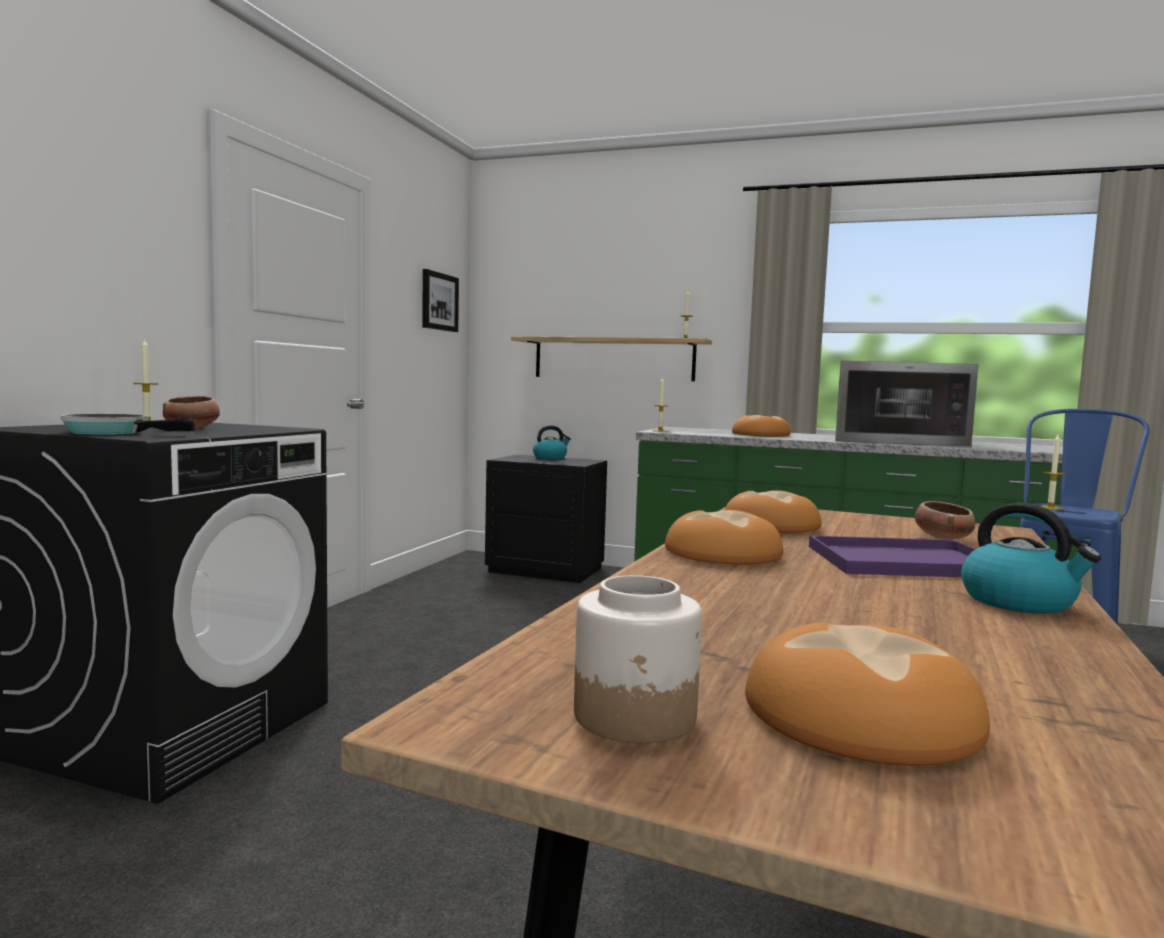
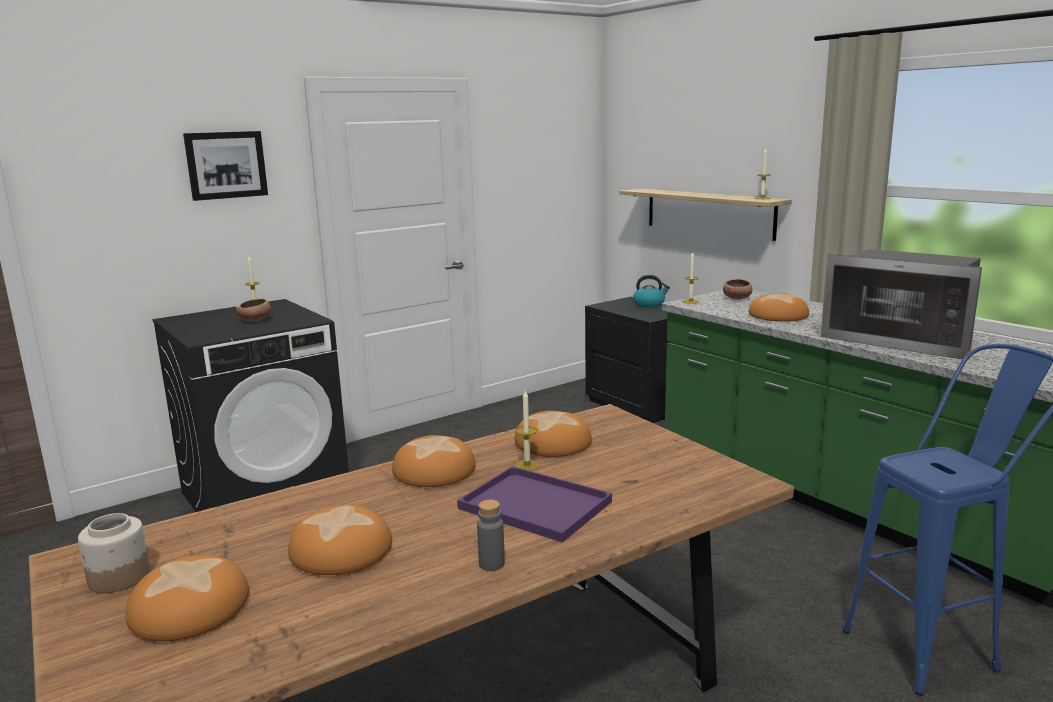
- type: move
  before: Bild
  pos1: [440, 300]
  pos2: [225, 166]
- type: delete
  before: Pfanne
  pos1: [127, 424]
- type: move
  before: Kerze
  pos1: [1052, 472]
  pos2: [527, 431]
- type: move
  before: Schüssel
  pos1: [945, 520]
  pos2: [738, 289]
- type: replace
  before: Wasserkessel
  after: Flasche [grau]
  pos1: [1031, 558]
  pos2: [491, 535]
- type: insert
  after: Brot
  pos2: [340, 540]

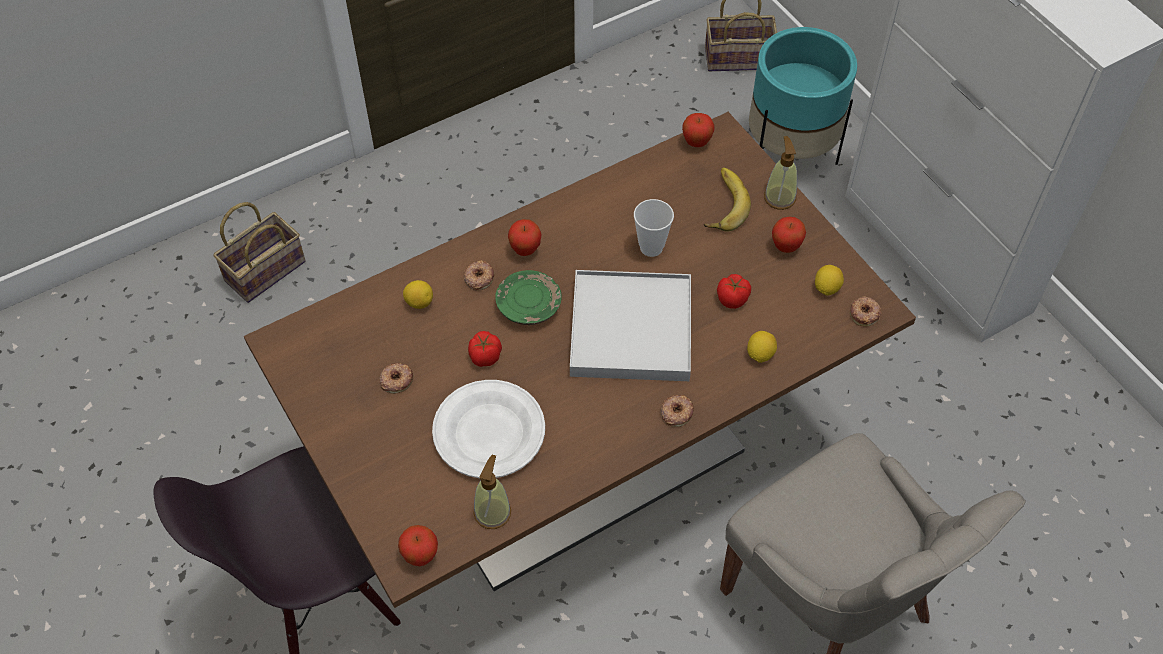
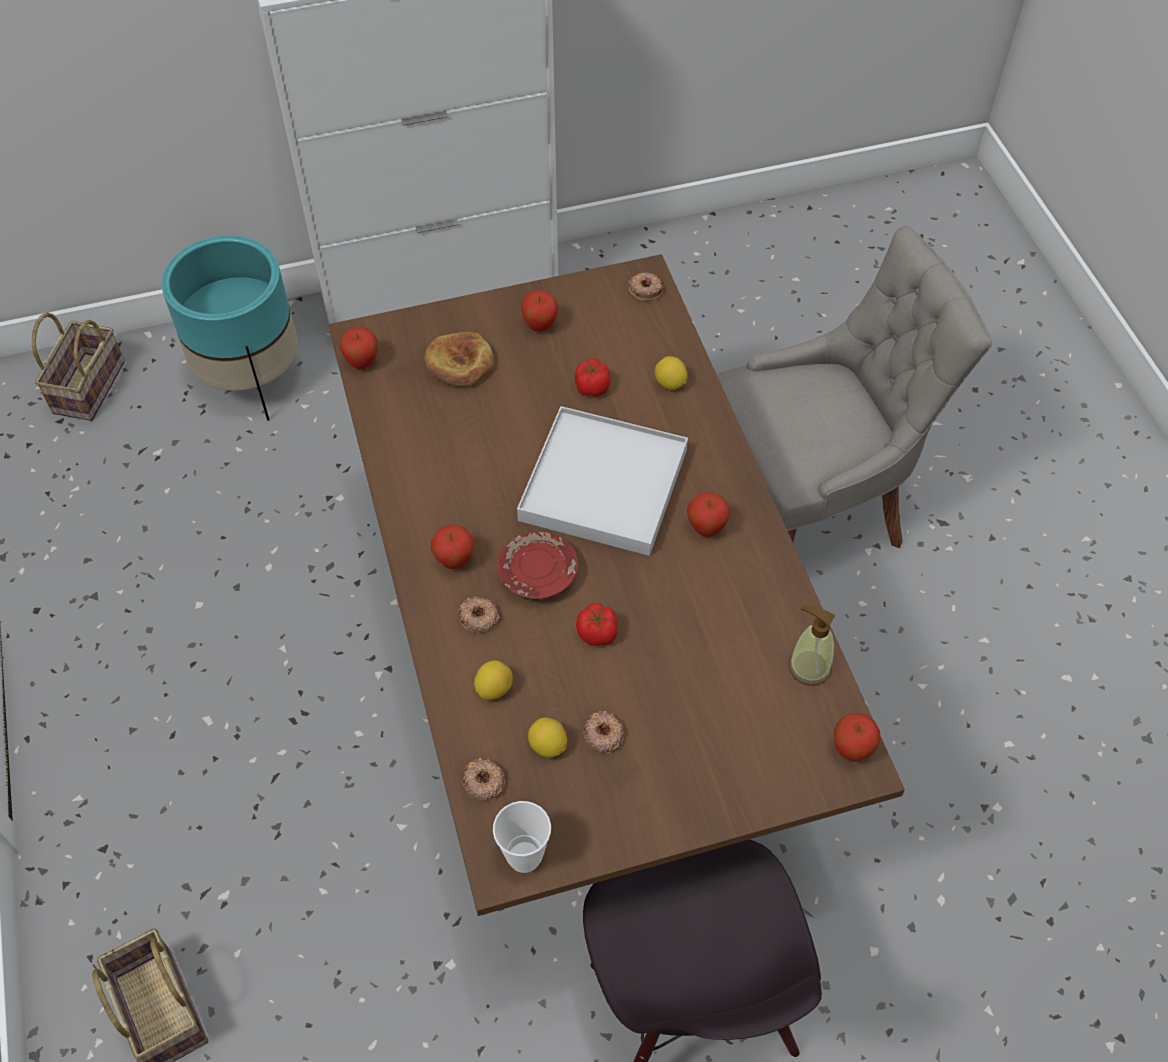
- type: delete
  before: Seifenspender
  pos1: [780, 173]
- type: replace
  before: Banane
  after: Brot
  pos1: [727, 199]
  pos2: [459, 359]
- type: move
  before: Tasse
  pos1: [654, 228]
  pos2: [522, 837]
- type: move
  before: Zitrone
  pos1: [829, 280]
  pos2: [547, 737]
- type: recolor
  before: Teller [grün]
  after: Teller [rot]
  pos1: [528, 297]
  pos2: [537, 565]
- type: delete
  before: Teller [weiß]
  pos1: [488, 429]
- type: move
  before: Donut
  pos1: [677, 411]
  pos2: [483, 779]
- type: insert
  after: Apfel
  pos2: [708, 514]

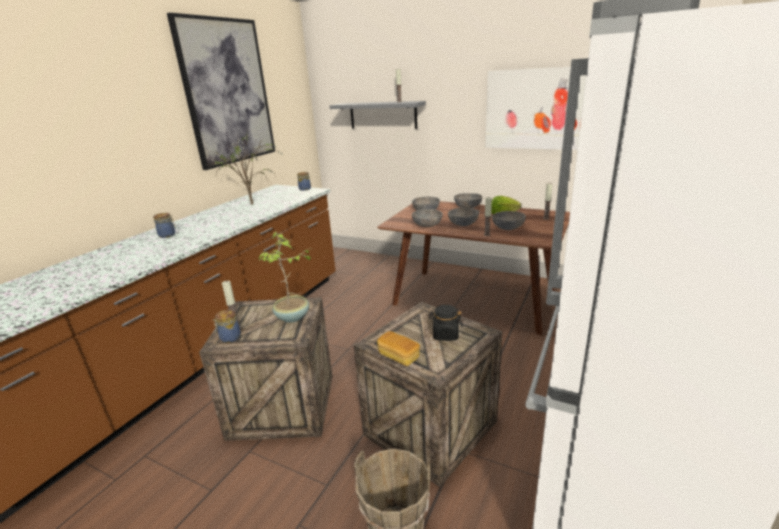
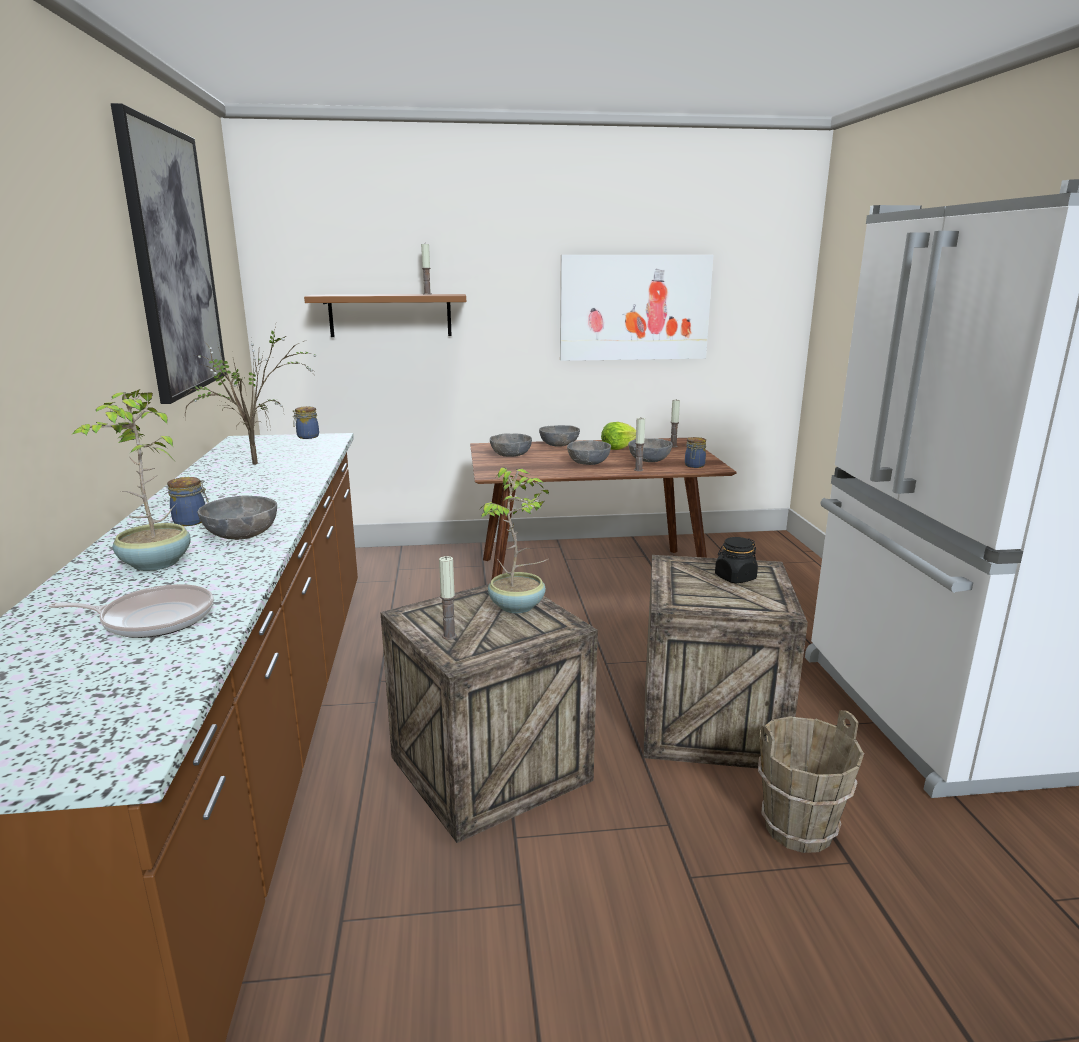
- type: recolor
  before: Wandregal [grau]
  after: Wandregal [braun]
  pos1: [378, 115]
  pos2: [385, 315]
- type: move
  before: Schüssel [grau]
  pos1: [427, 218]
  pos2: [237, 517]
- type: move
  before: Vorratsglas
  pos1: [227, 326]
  pos2: [695, 452]
- type: delete
  before: Brot
  pos1: [398, 348]
- type: insert
  after: Topfpflanze
  pos2: [131, 480]
- type: insert
  after: Pfanne
  pos2: [130, 611]

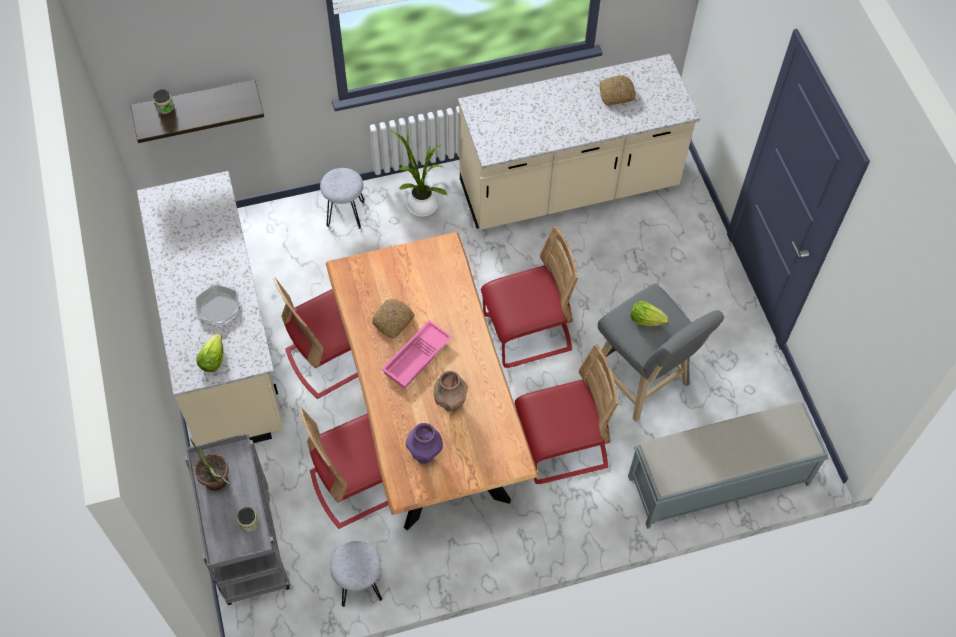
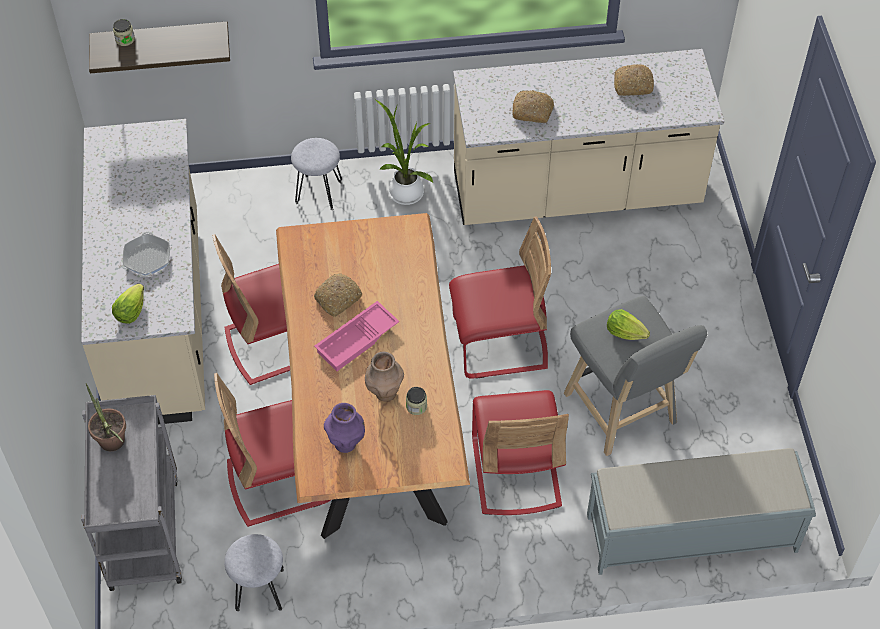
- type: rotate
  before: Stuhl [rot]
  pos1: [566, 414]
  pos2: [520, 452]
  turn: 90
- type: move
  before: Vorratsglas
  pos1: [248, 519]
  pos2: [416, 401]
- type: insert
  after: Brot
  pos2: [533, 106]

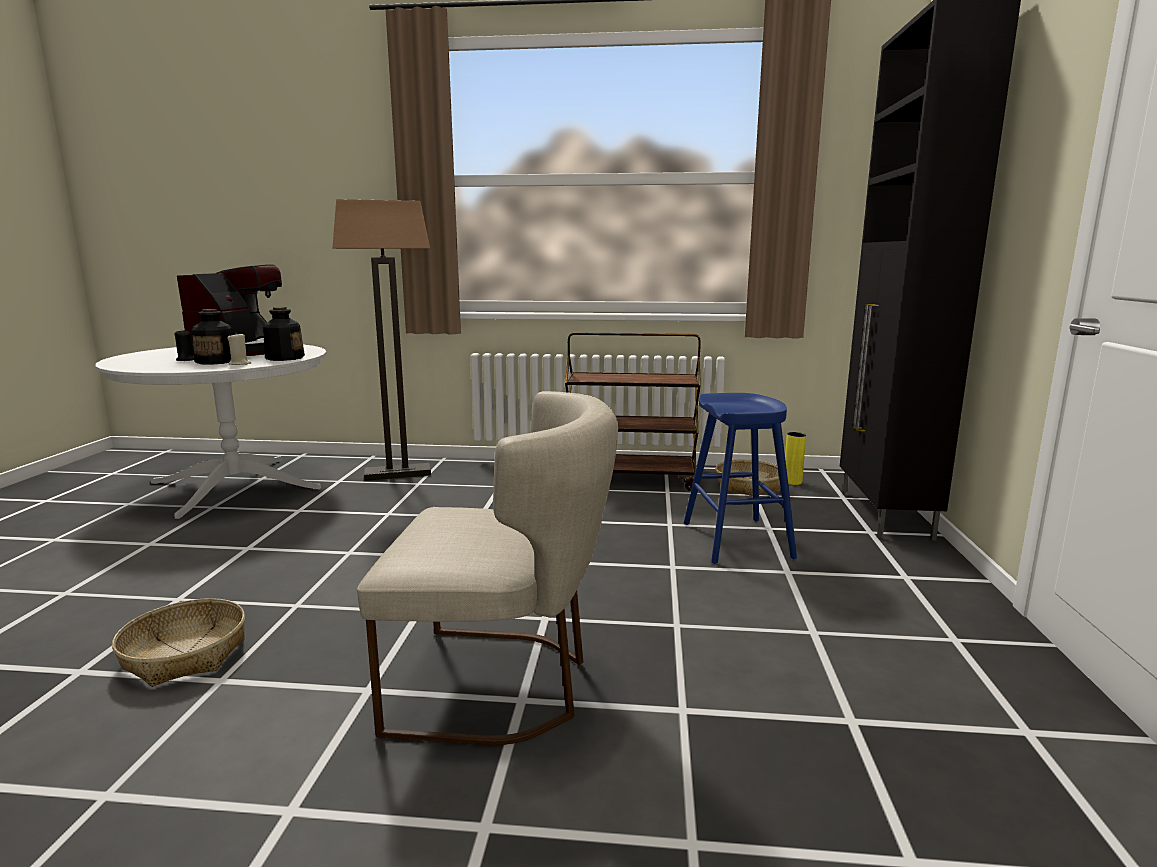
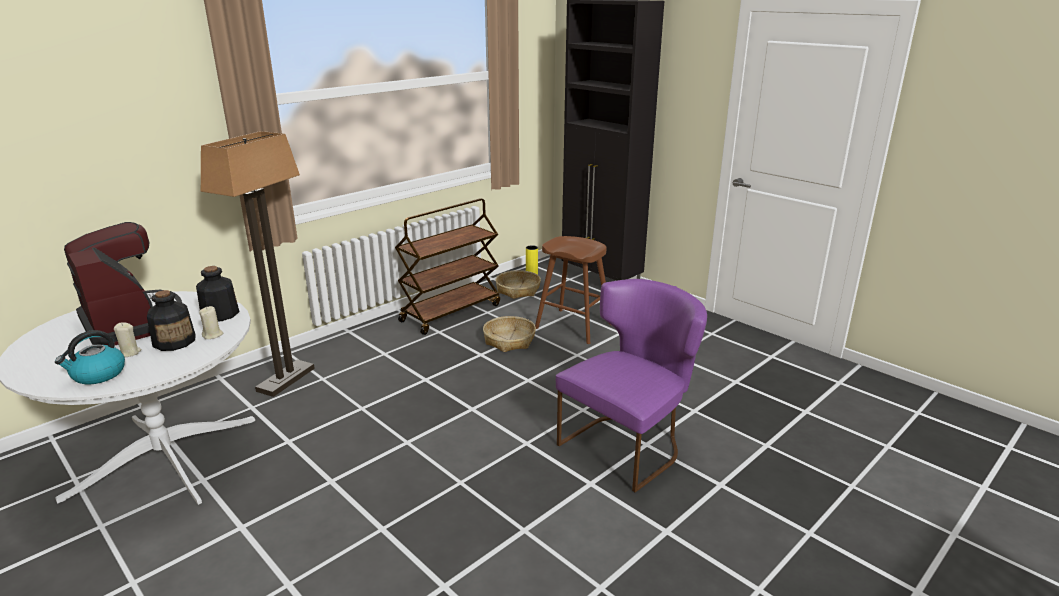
- type: recolor
  before: Kerze [schwarz]
  after: Kerze [beige]
  pos1: [184, 345]
  pos2: [127, 339]
- type: recolor
  before: Stuhl [beige]
  after: Stuhl [lila]
  pos1: [487, 568]
  pos2: [631, 385]
- type: recolor
  before: Hocker [blau]
  after: Hocker [braun]
  pos1: [740, 478]
  pos2: [573, 290]
- type: move
  before: Korb
  pos1: [178, 642]
  pos2: [509, 334]
- type: insert
  after: Wasserkessel
  pos2: [90, 357]

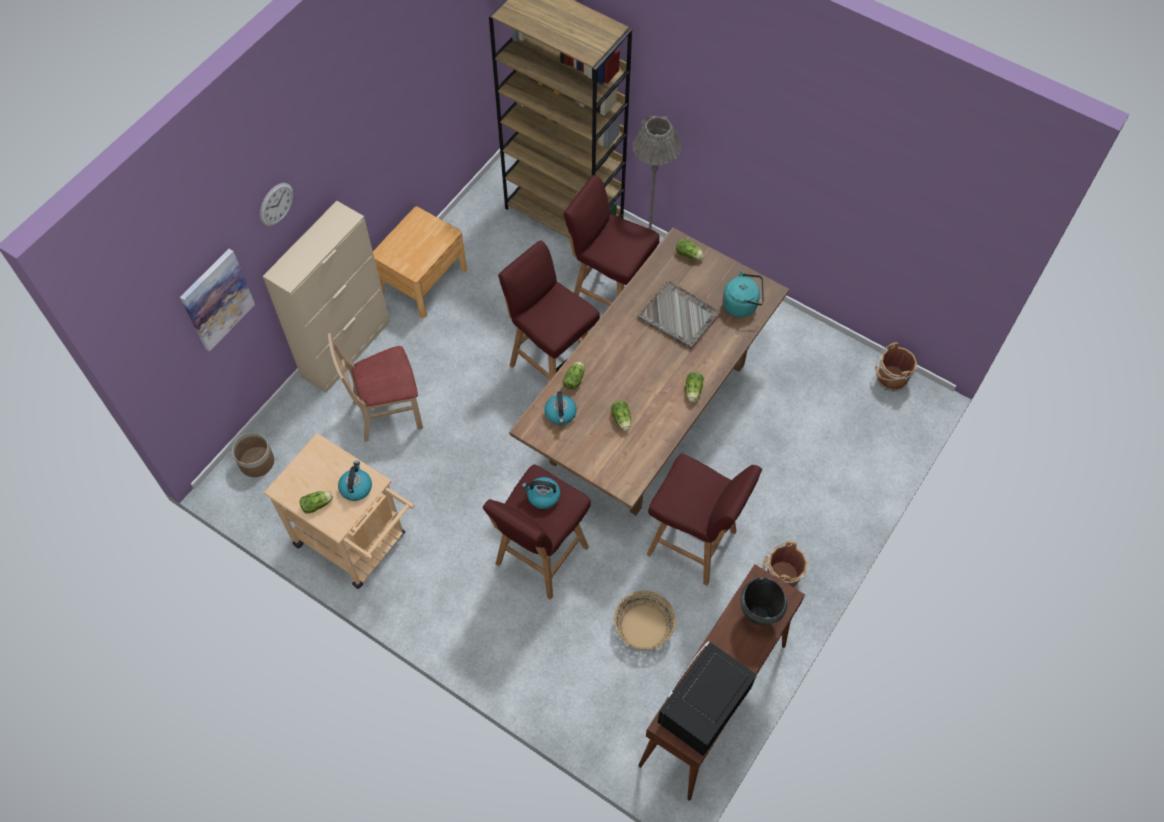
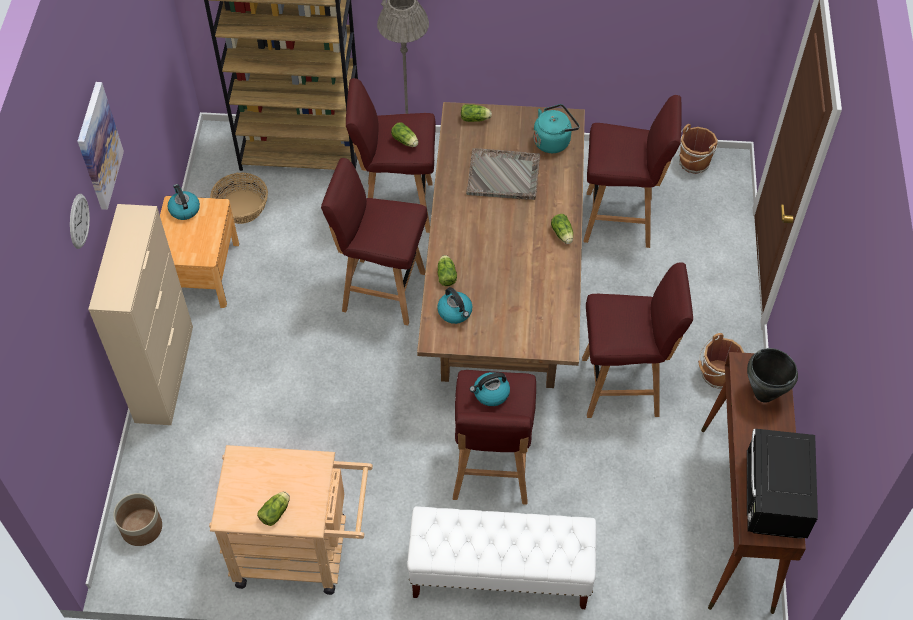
- type: move
  before: Bild
  pos1: [217, 300]
  pos2: [100, 146]
- type: delete
  before: Stuhl [beige]
  pos1: [375, 387]
- type: move
  before: Salatkopf
  pos1: [621, 416]
  pos2: [404, 134]
- type: move
  before: Wasserkessel
  pos1: [355, 481]
  pos2: [184, 202]
- type: move
  before: Korb
  pos1: [645, 620]
  pos2: [239, 198]
- type: insert
  after: Hocker [rot]
  pos2: [633, 171]
- type: insert
  after: Bank [weiß]
  pos2: [501, 557]

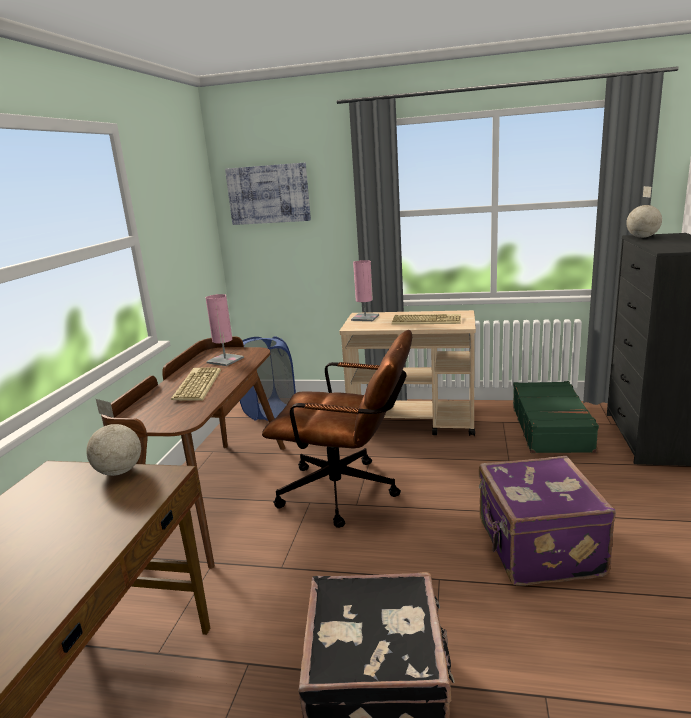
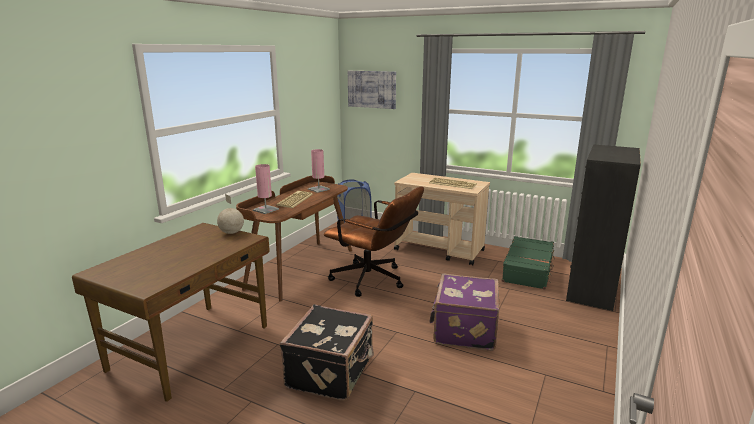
- type: delete
  before: Globus
  pos1: [644, 212]
- type: move
  before: Tischlampe [rosa]
  pos1: [365, 290]
  pos2: [266, 189]

